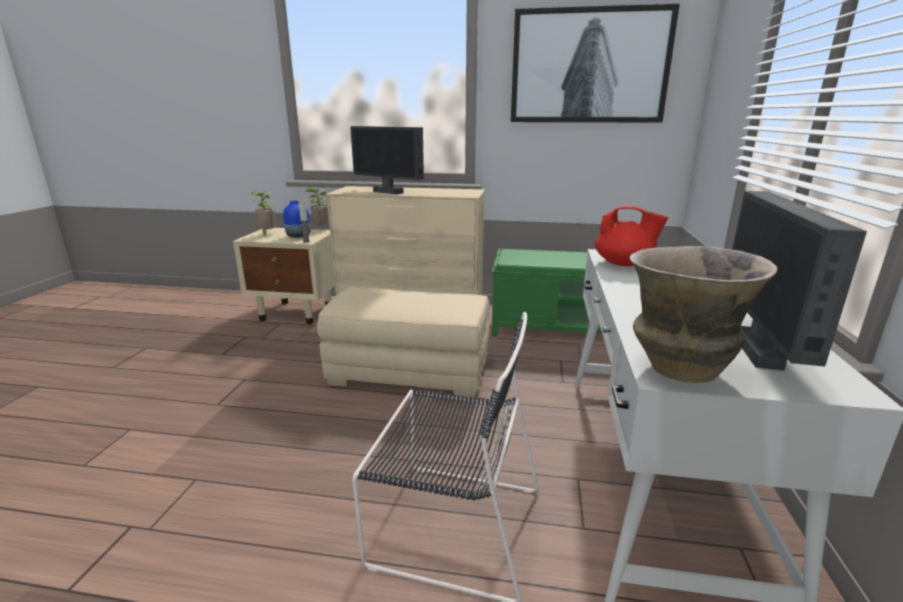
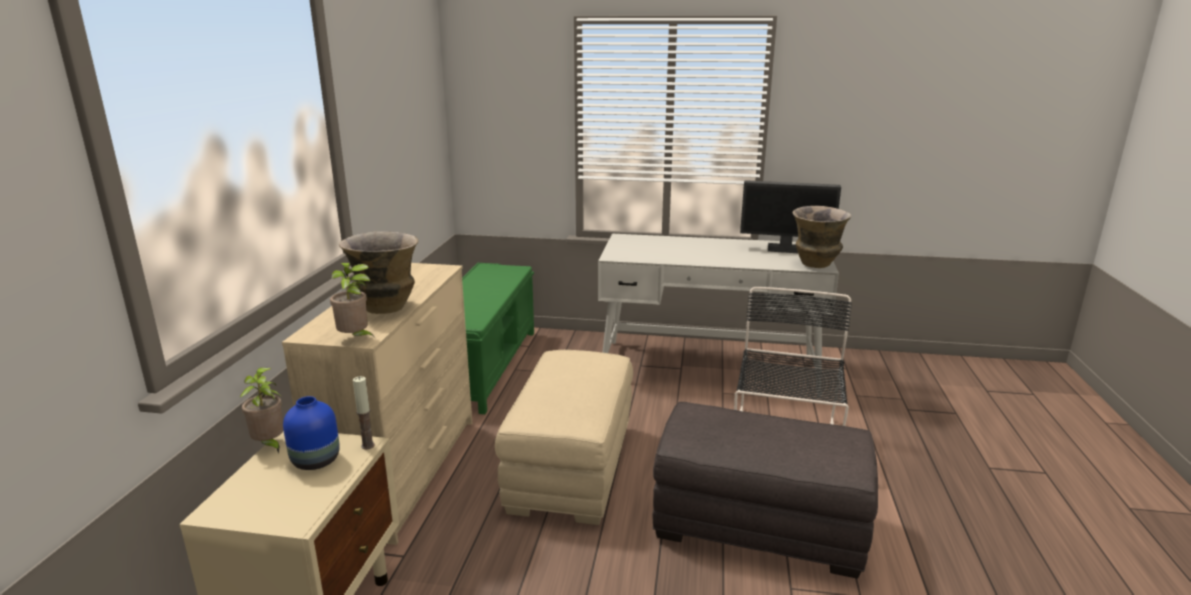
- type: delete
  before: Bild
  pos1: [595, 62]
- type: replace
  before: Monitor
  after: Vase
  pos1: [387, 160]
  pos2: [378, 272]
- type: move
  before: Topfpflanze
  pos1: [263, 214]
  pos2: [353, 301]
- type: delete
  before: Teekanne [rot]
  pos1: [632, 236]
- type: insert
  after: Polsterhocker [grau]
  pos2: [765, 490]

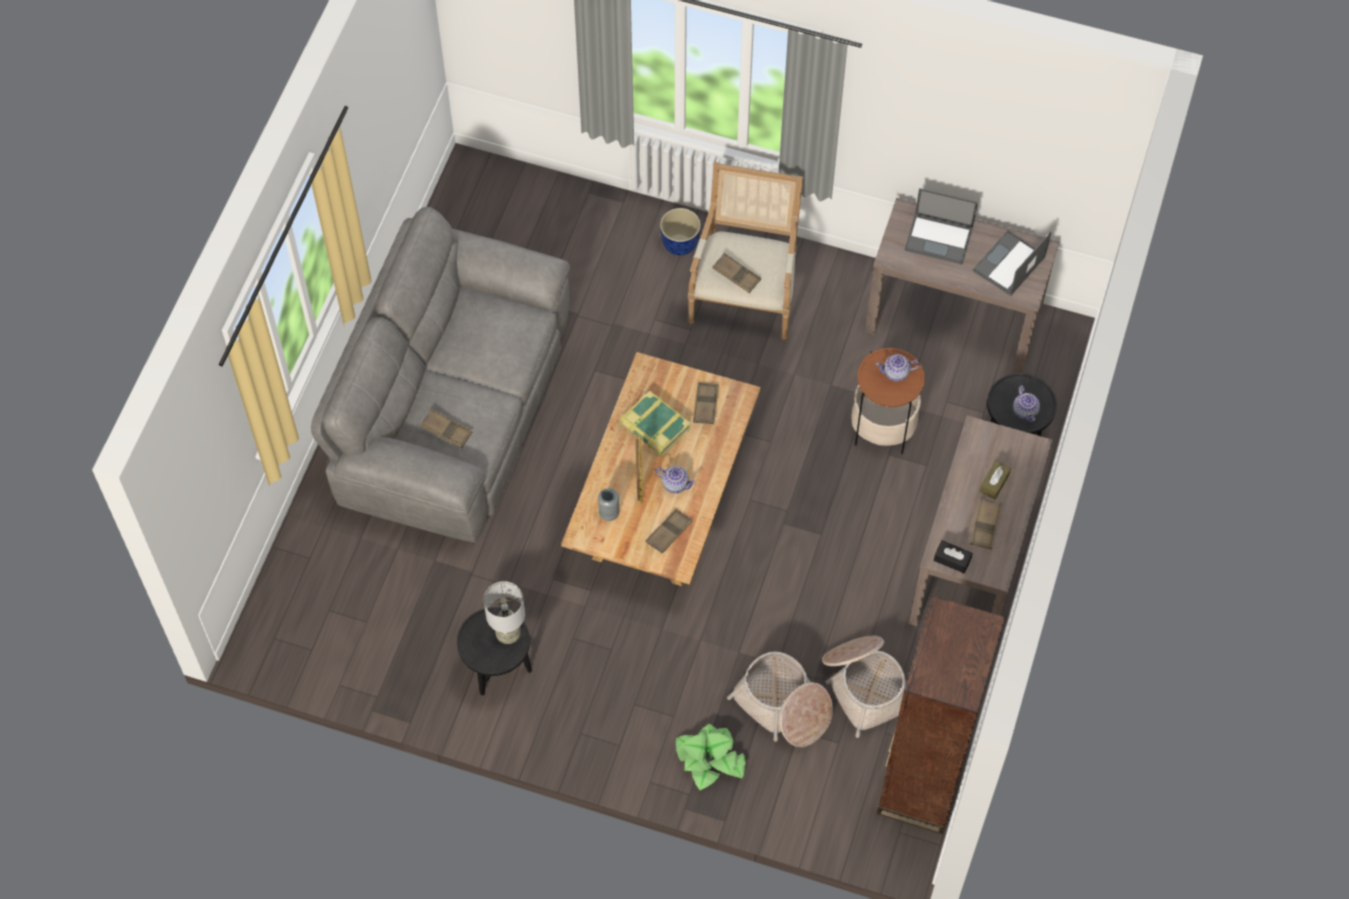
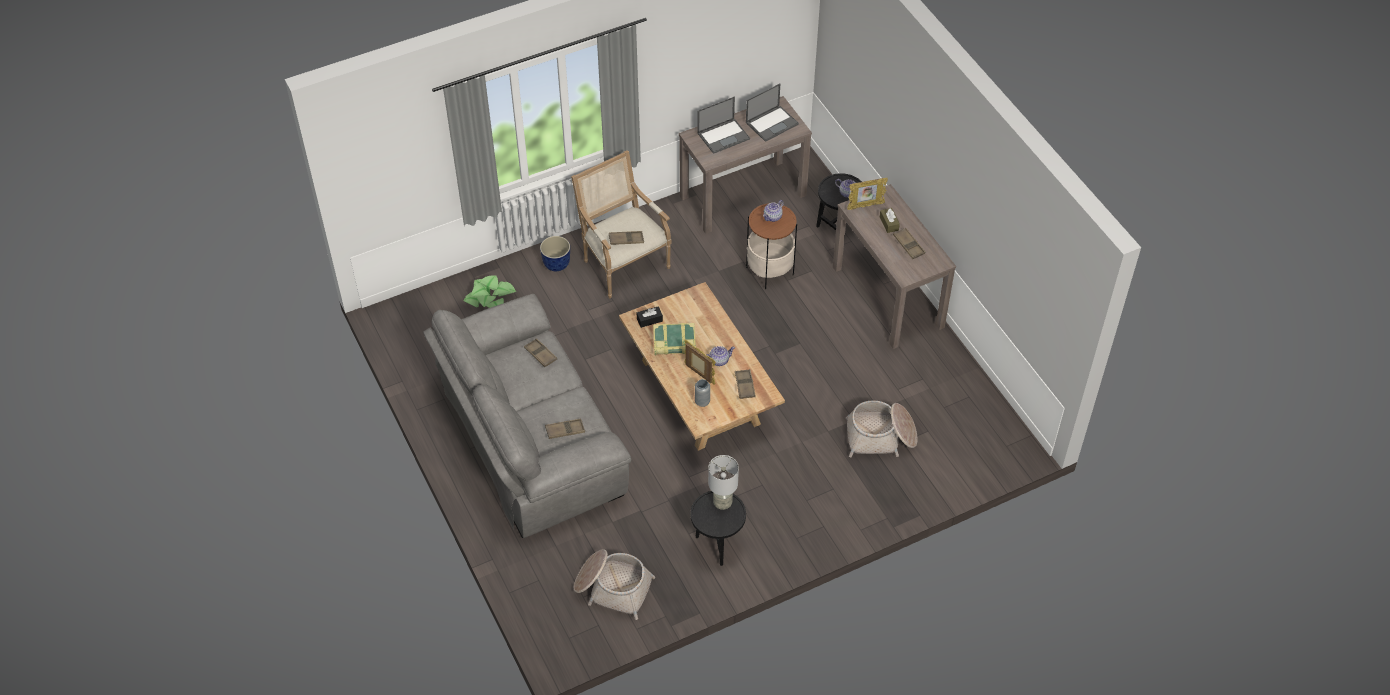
- type: rotate
  before: Laptop
  pos1: [1011, 263]
  pos2: [772, 113]
  turn: -120
- type: move
  before: Tablett [braun]
  pos1: [706, 403]
  pos2: [540, 352]
- type: move
  before: Taschentuchbox [schwarz]
  pos1: [953, 556]
  pos2: [650, 317]
- type: delete
  before: Bücherregal [braun]
  pos1: [941, 715]
- type: move
  before: Korb
  pos1: [864, 687]
  pos2: [614, 584]
- type: move
  before: Topfpflanze
  pos1: [711, 756]
  pos2: [489, 291]
- type: insert
  after: Bilderrahmen
  pos2: [867, 194]

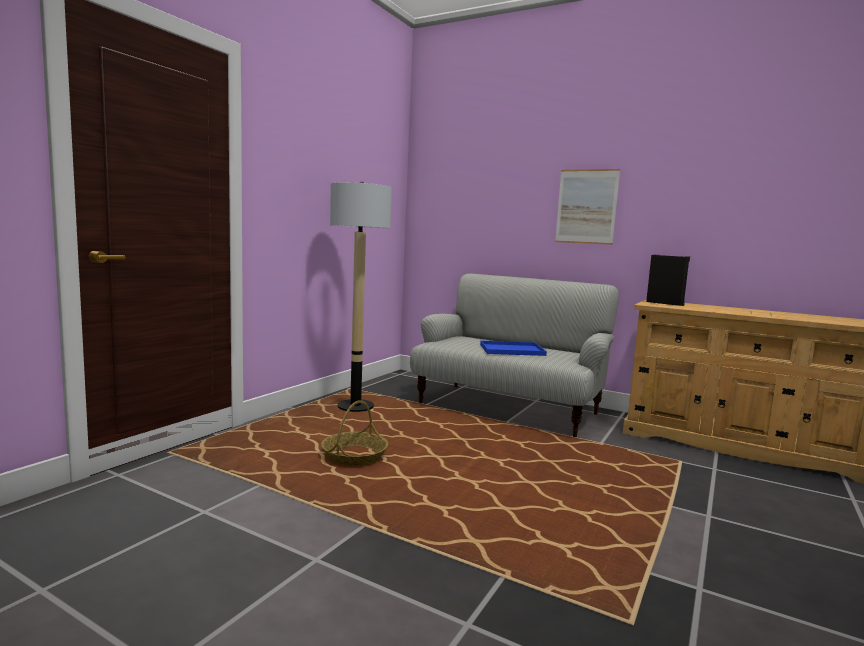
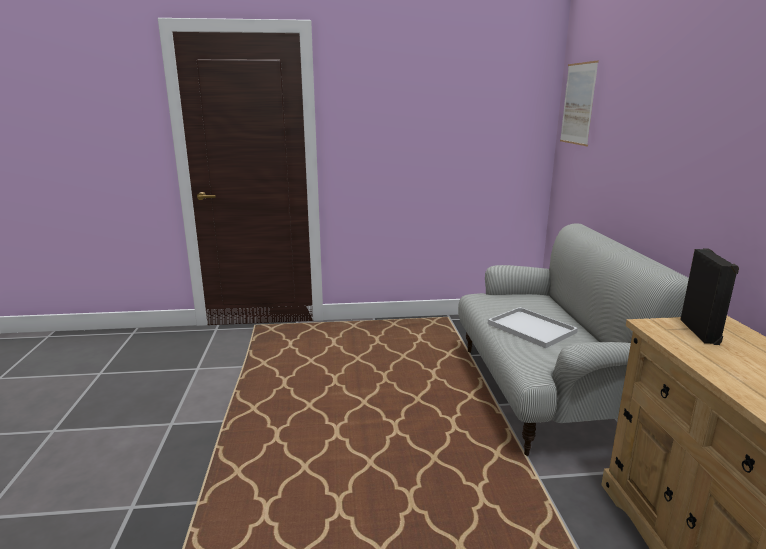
- type: move
  before: Bild
  pos1: [587, 207]
  pos2: [579, 103]
- type: delete
  before: Stehlampe
  pos1: [361, 297]
- type: recolor
  before: Tablett [blau]
  after: Tablett [weiß]
  pos1: [513, 348]
  pos2: [533, 327]
- type: delete
  before: Korb
  pos1: [354, 433]

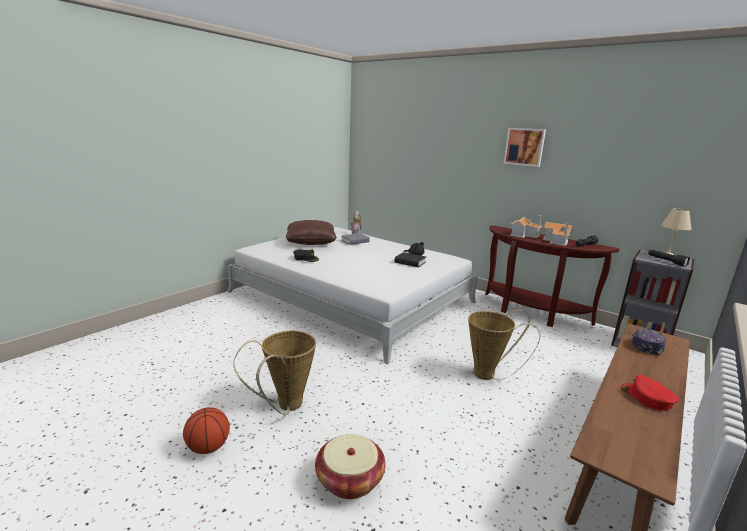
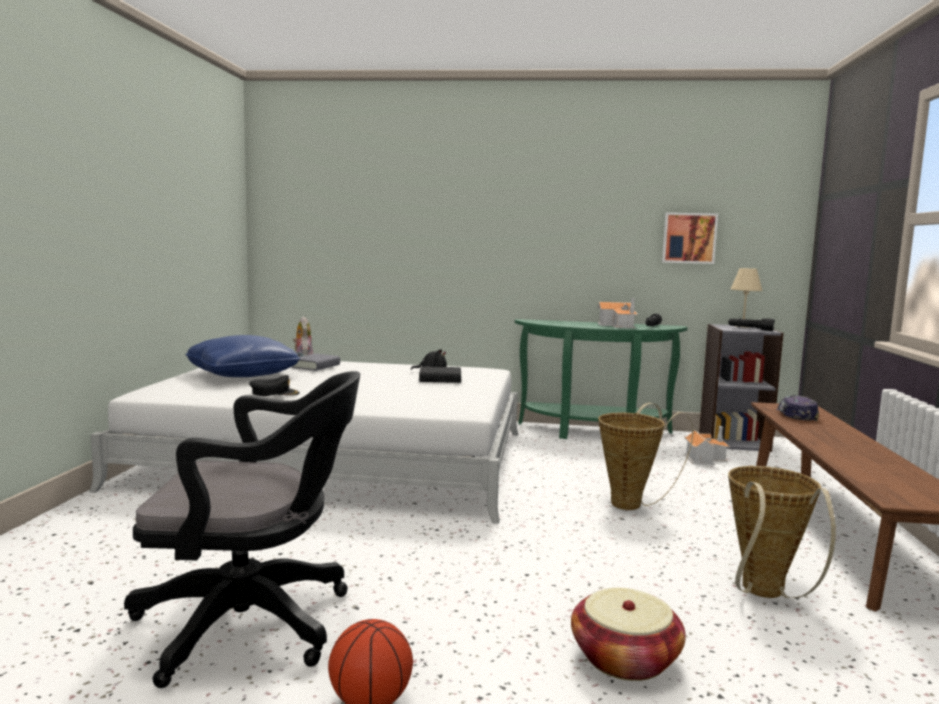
- type: move
  before: Bild
  pos1: [524, 147]
  pos2: [690, 238]
- type: move
  before: Spielzeughaus
  pos1: [526, 226]
  pos2: [707, 445]
- type: recolor
  before: Kissen [braun]
  after: Kissen [blau]
  pos1: [311, 232]
  pos2: [243, 356]
- type: recolor
  before: Konsolentisch [braun]
  after: Konsolentisch [grün]
  pos1: [552, 276]
  pos2: [601, 379]
- type: move
  before: Korb
  pos1: [274, 373]
  pos2: [782, 532]
- type: delete
  before: Kappe [rot]
  pos1: [650, 392]
- type: insert
  after: Bürostuhl [schwarz]
  pos2: [242, 529]

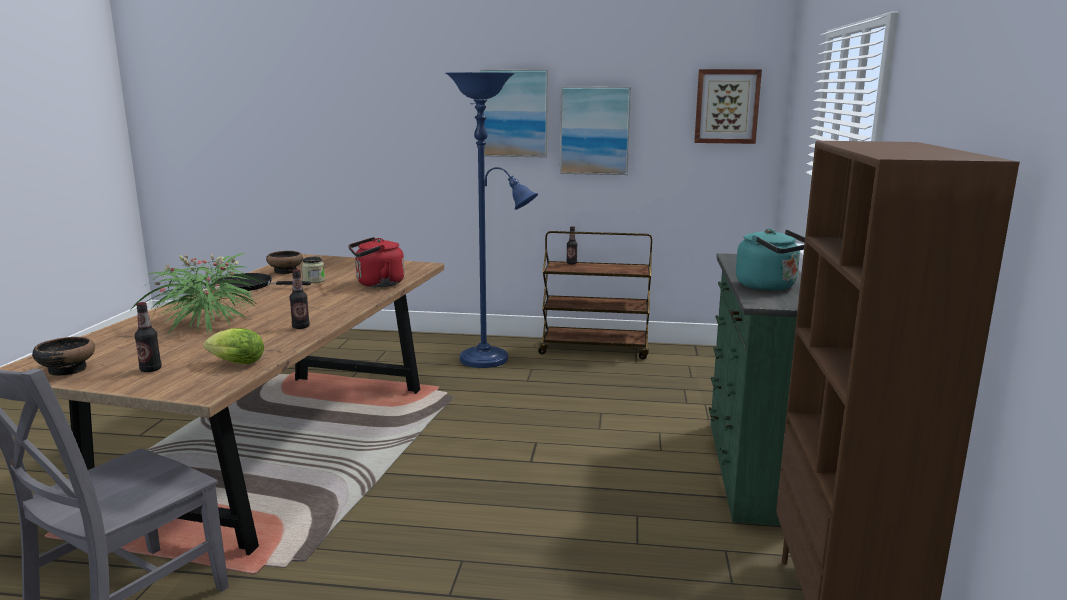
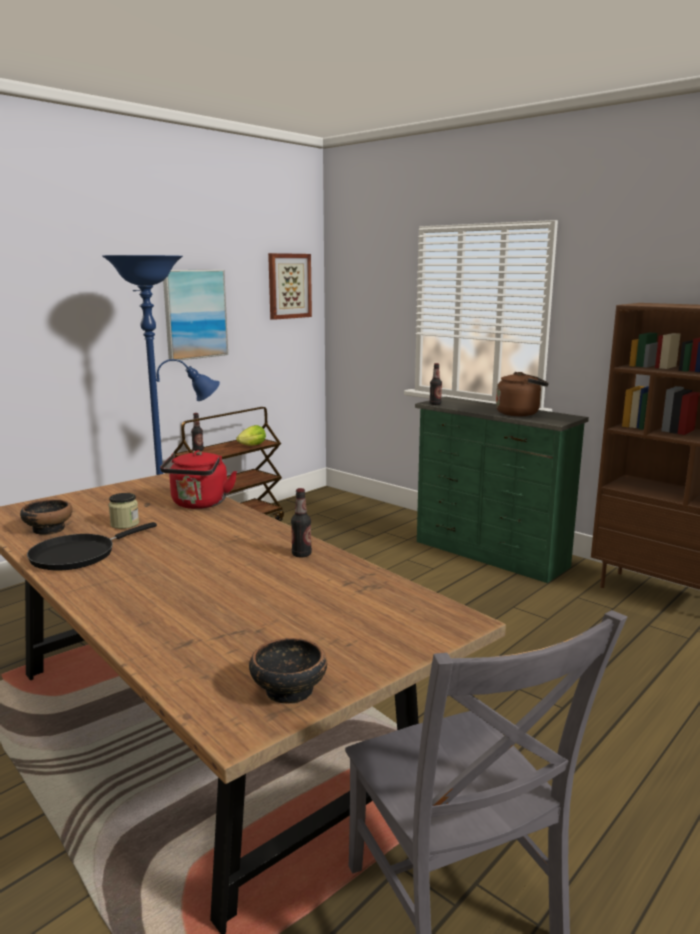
- type: delete
  before: Bild
  pos1: [513, 113]
- type: recolor
  before: Wasserkessel [türkis]
  after: Wasserkessel [braun]
  pos1: [770, 259]
  pos2: [522, 394]
- type: delete
  before: Topfpflanze
  pos1: [198, 293]
- type: move
  before: Flasche
  pos1: [148, 337]
  pos2: [435, 384]
- type: move
  before: Salatkopf
  pos1: [234, 346]
  pos2: [251, 435]

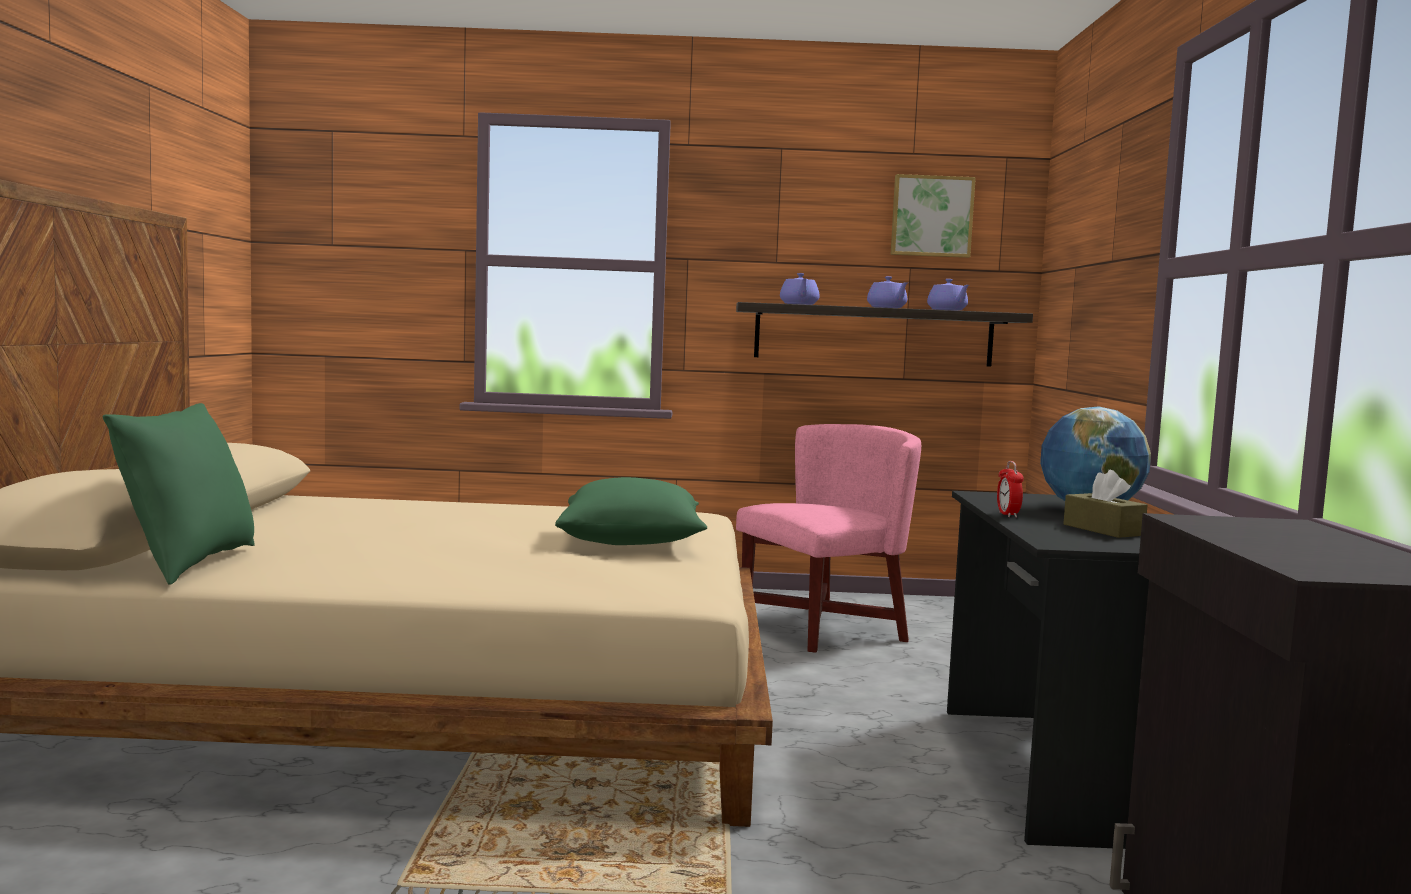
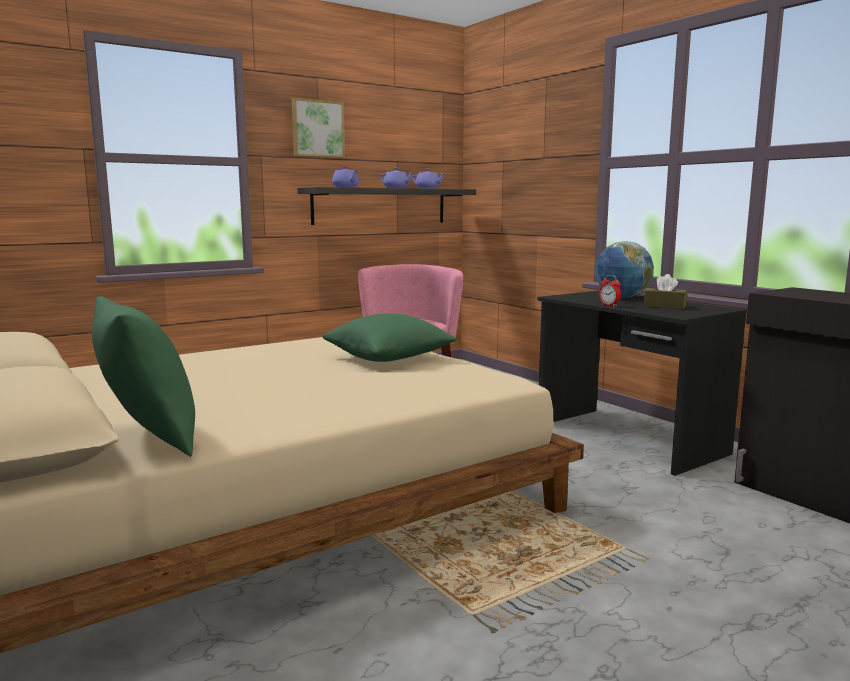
- type: move
  before: Bild
  pos1: [933, 216]
  pos2: [318, 128]

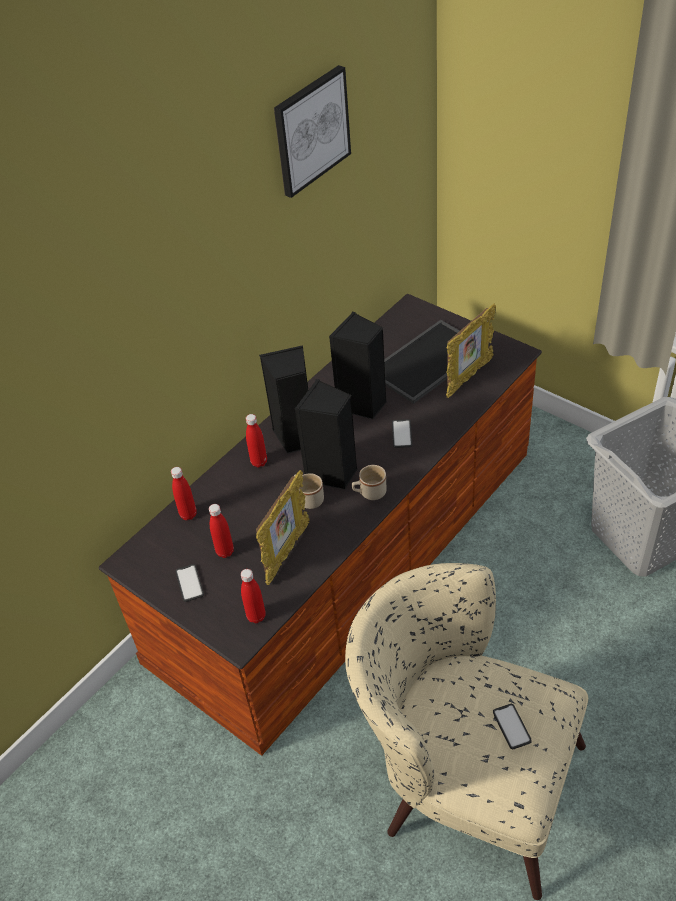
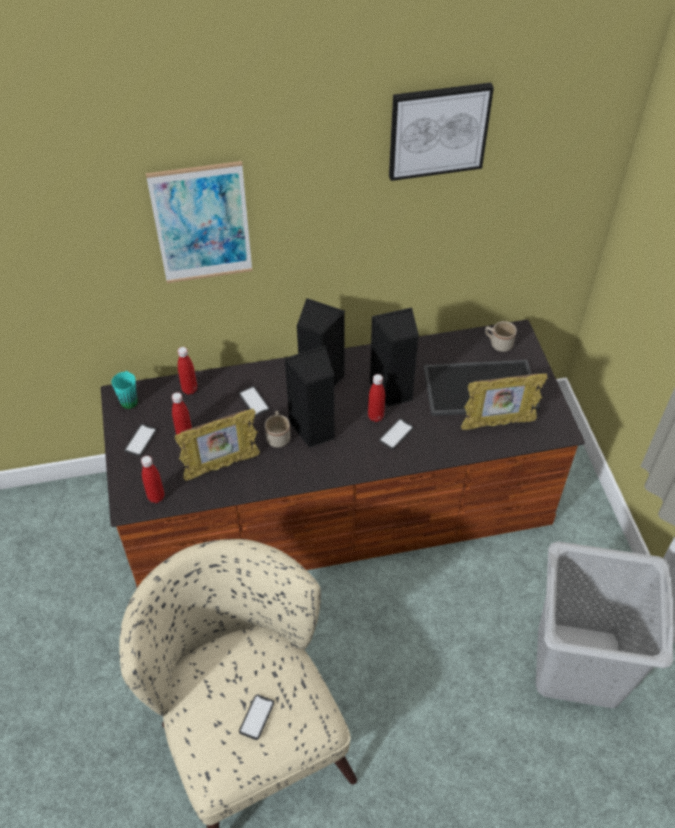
- type: move
  before: Flasche [rot]
  pos1: [256, 441]
  pos2: [376, 398]
- type: move
  before: Henkelbecher [beige]
  pos1: [369, 482]
  pos2: [501, 336]
- type: insert
  after: Bild
  pos2: [199, 222]
- type: insert
  after: Henkelbecher [türkis]
  pos2: [125, 390]
- type: insert
  after: Handy
  pos2: [254, 401]

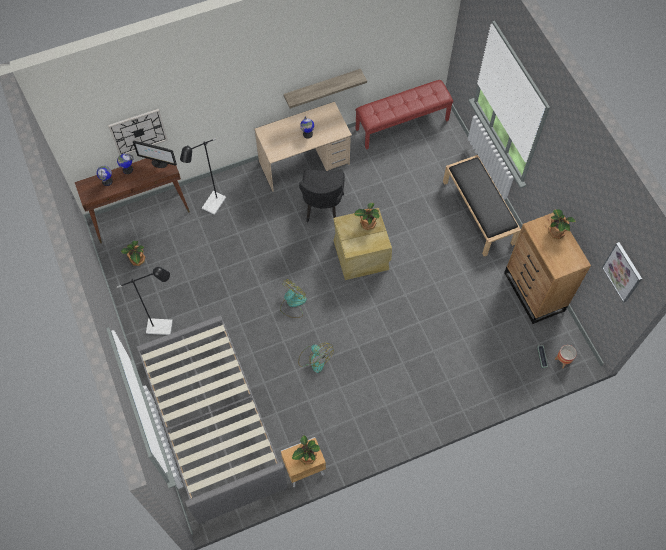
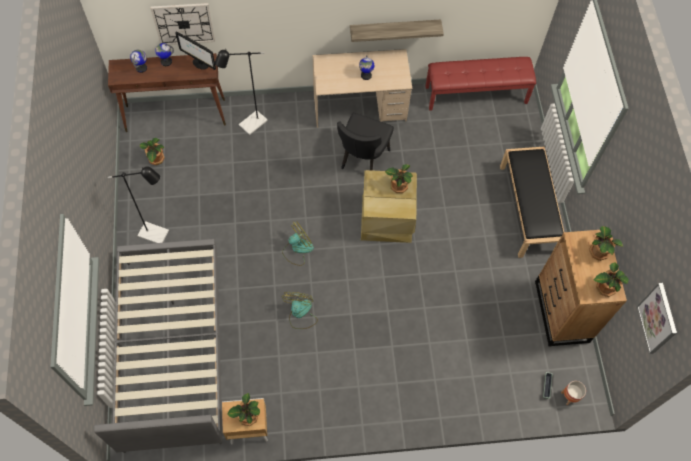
- type: rotate
  before: Ventilator
  pos1: [316, 358]
  pos2: [300, 310]
  turn: -150
- type: insert
  after: Topfpflanze
  pos2: [611, 279]

